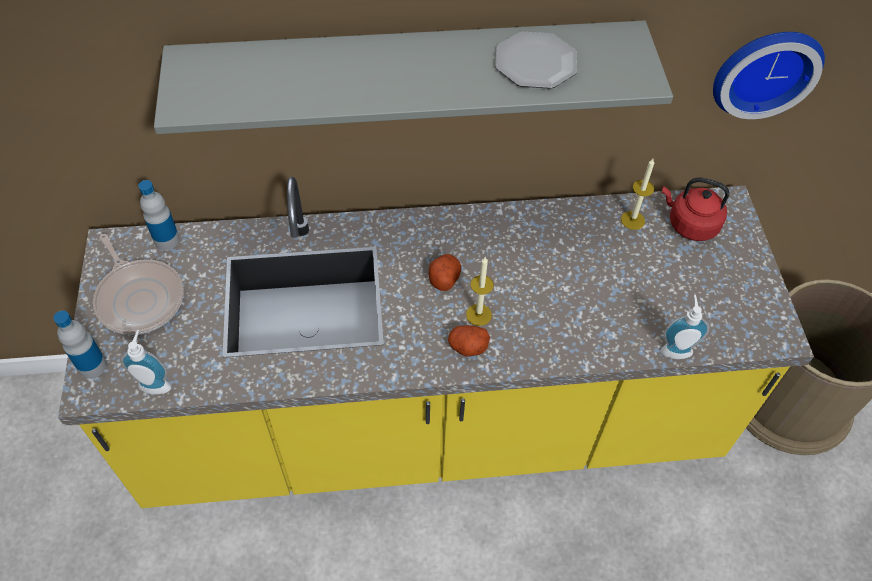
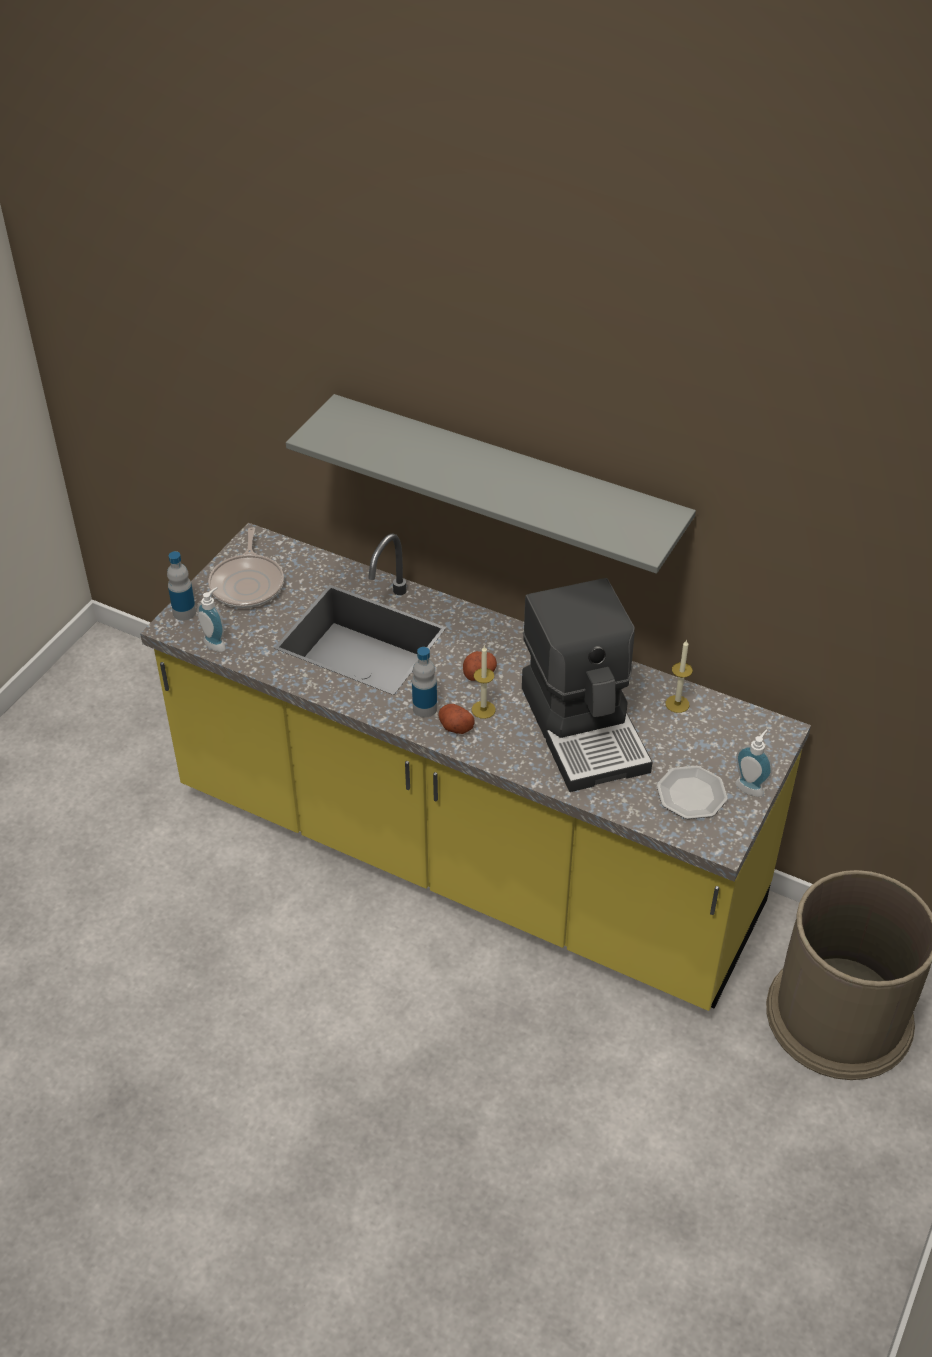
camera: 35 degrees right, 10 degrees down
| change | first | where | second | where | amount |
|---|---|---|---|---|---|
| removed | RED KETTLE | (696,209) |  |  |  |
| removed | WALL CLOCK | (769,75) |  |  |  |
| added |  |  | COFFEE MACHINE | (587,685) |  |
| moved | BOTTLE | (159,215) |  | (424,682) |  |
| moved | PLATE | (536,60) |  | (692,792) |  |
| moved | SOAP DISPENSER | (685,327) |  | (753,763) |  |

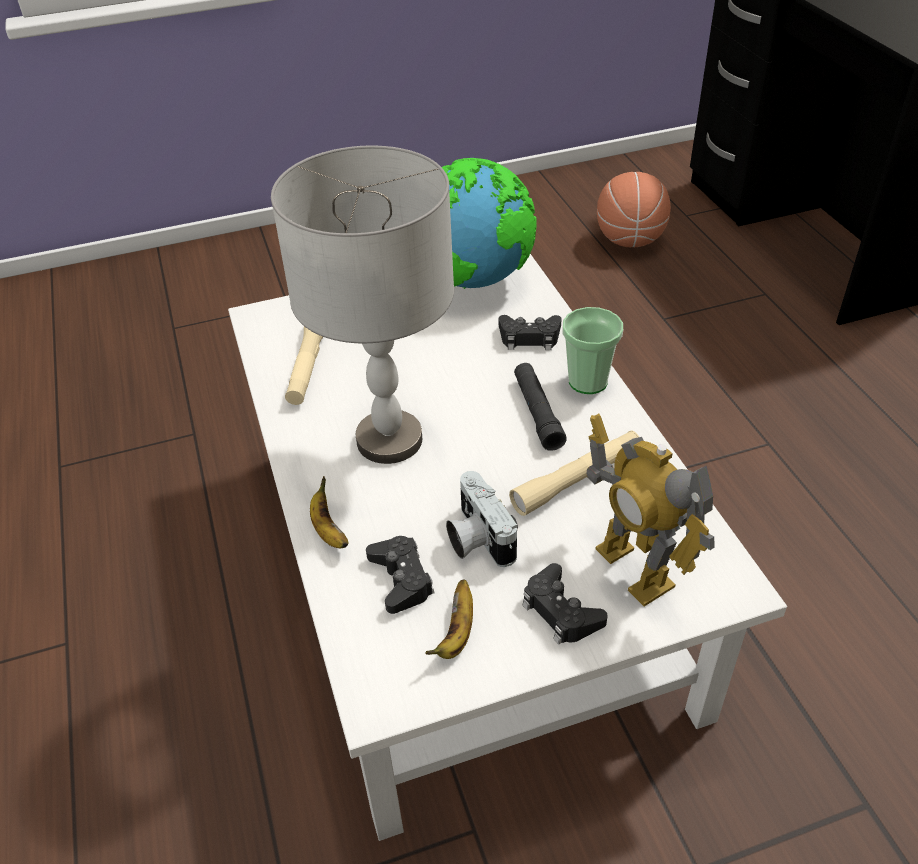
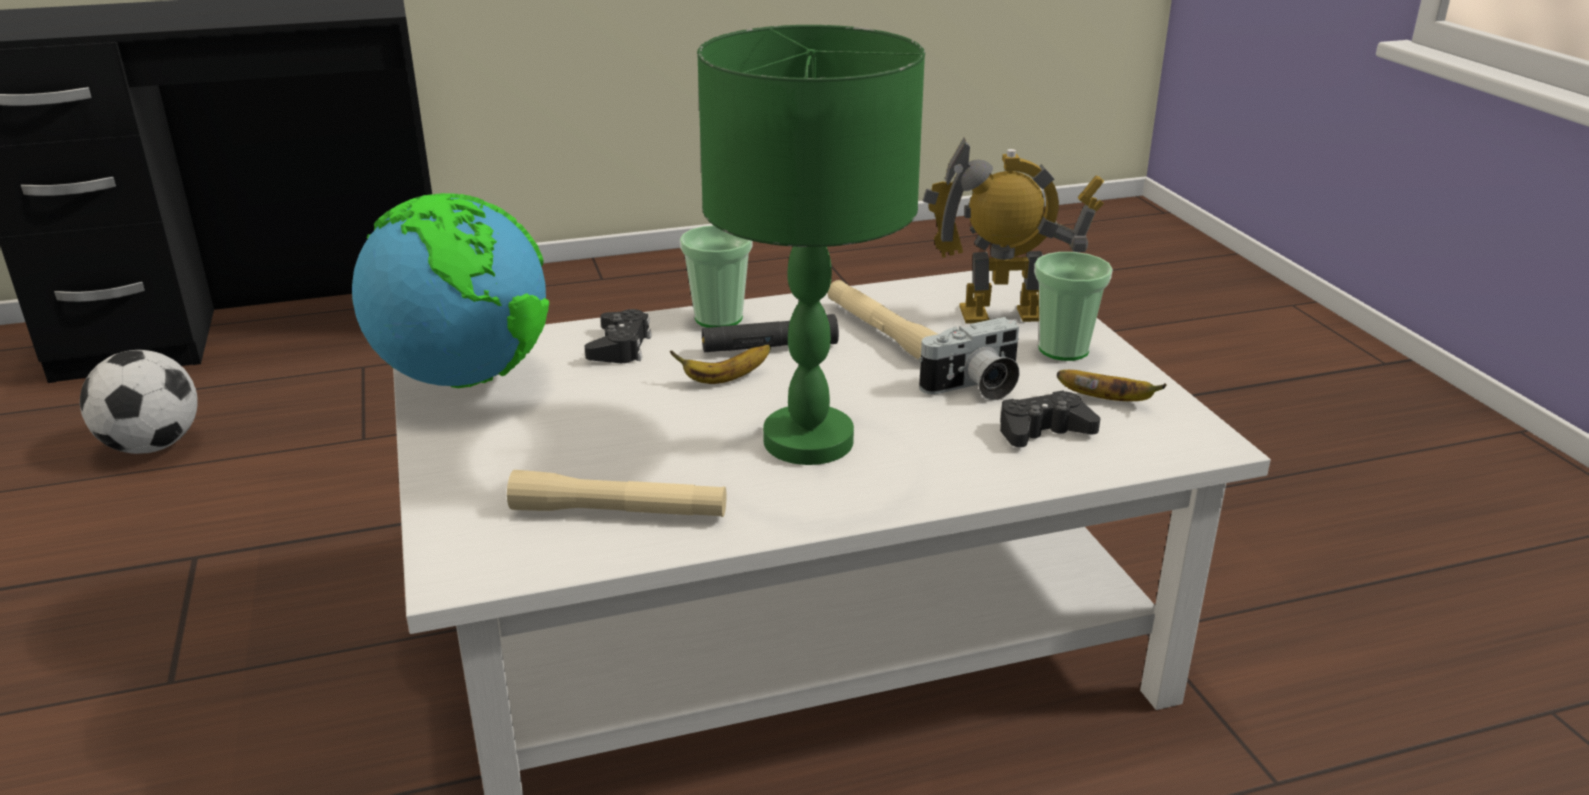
camera: 90 degrees left, 15 degrees down
| change | first | where | second | where | amount |
|---|---|---|---|---|---|
| moved | BANANA | (329,512) |  | (720,364) |  |
| replaced | BLACK GAME CONTROLLER | (565,603) | CUP | (1073,306) |  |
| replaced | BASKETBALL | (634,209) | FOOTBALL | (139,402) |  |
| recoloured | GREY TABLE LAMP | (362,305) | GREEN TABLE LAMP | (811,245) |  |
| turned | TOY ROBOT | (651,510) |  | (1013,230) | 150 degrees counterclockwise |

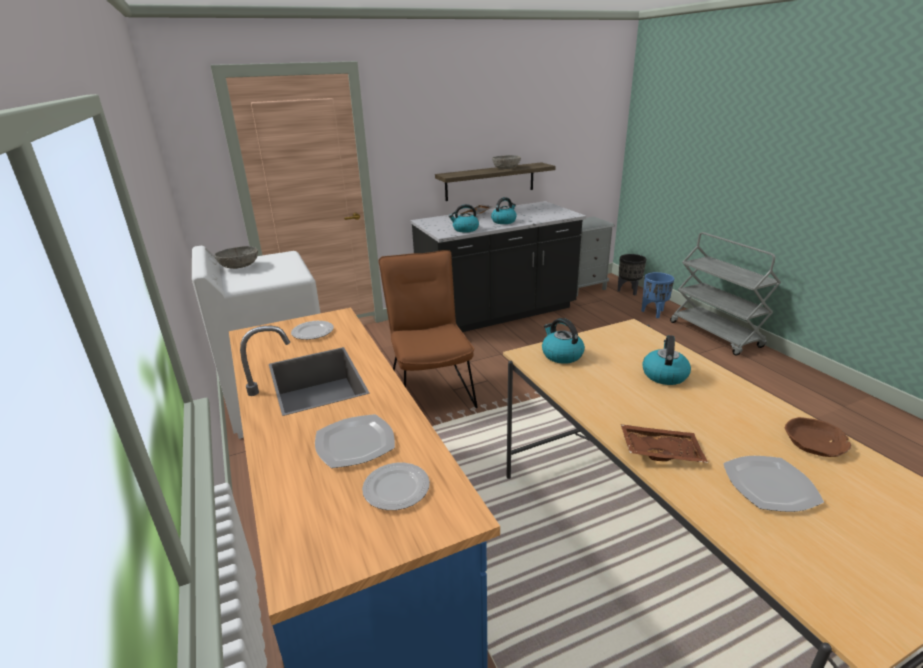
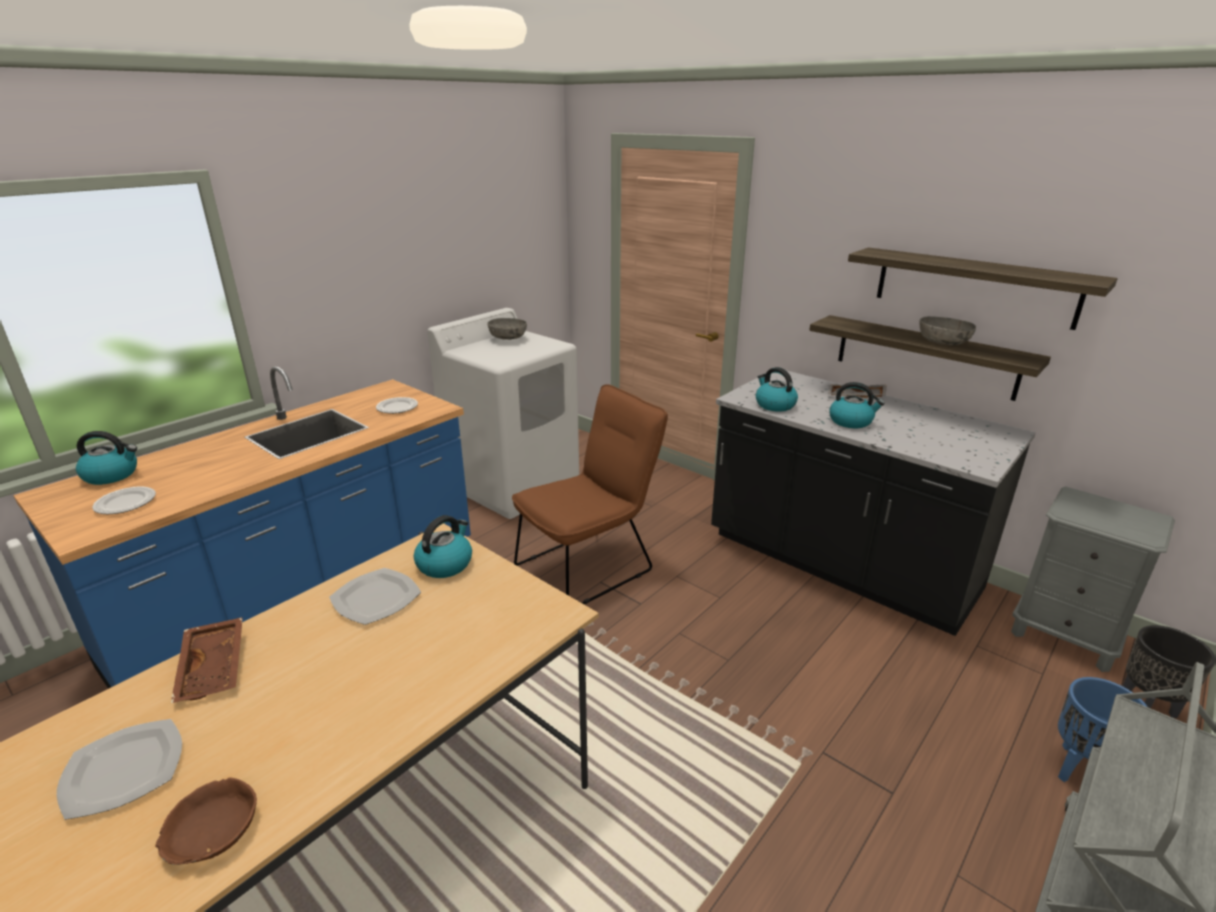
camera: 65 degrees right, 0 degrees up
| change | first | where | second | where | amount |
|---|---|---|---|---|---|
| added |  |  | SHELF | (983,288) |  |
| moved | PLATE | (355,441) |  | (375,596) |  |
| moved | KETTLE | (666,360) |  | (106,458) |  |

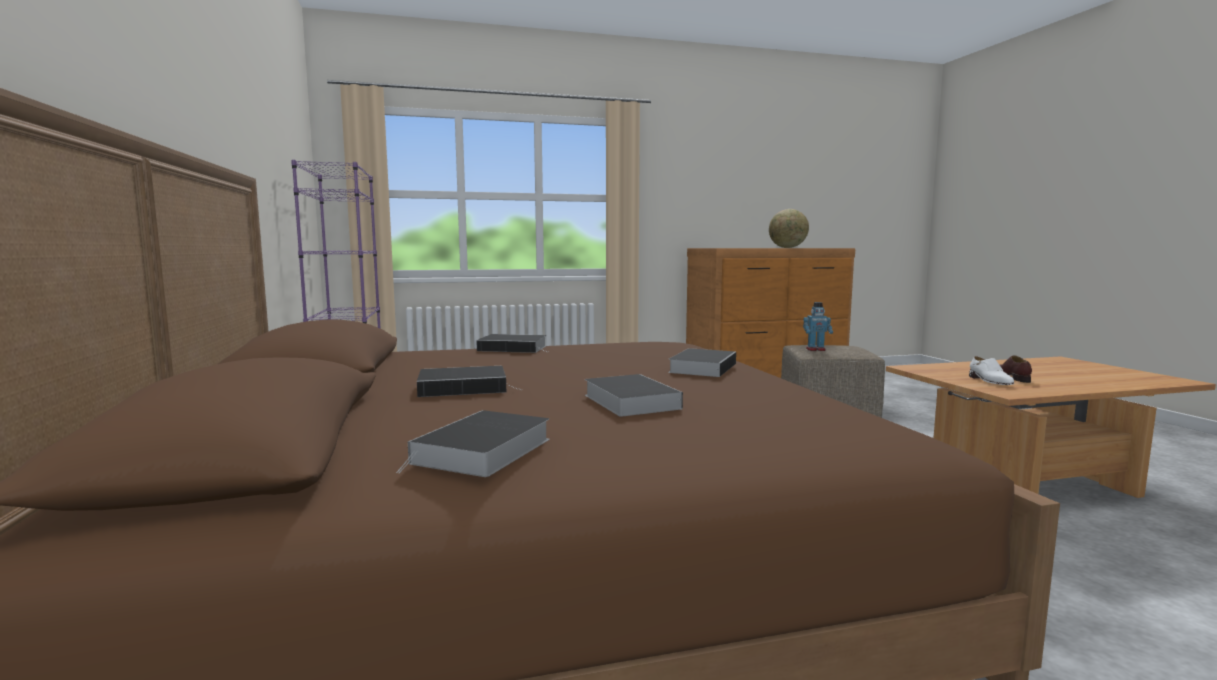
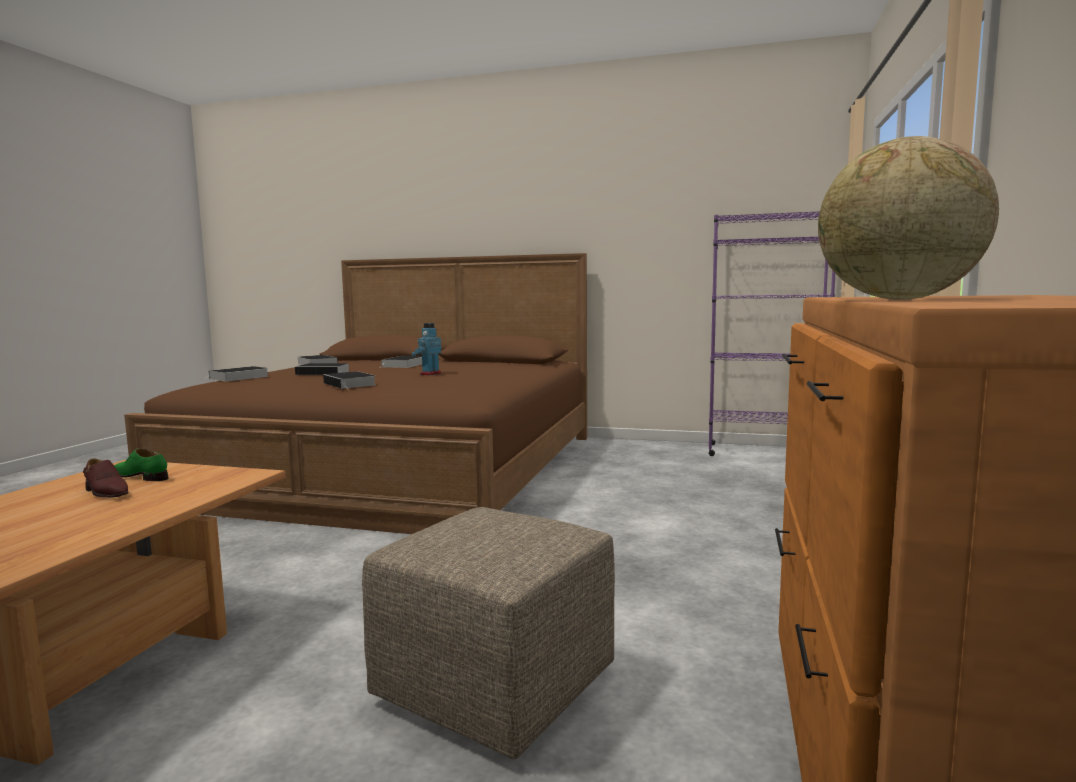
camera: 120 degrees right, 0 degrees up
| change | first | where | second | where | amount |
|---|---|---|---|---|---|
| moved | BOOK | (512,343) |  | (235,374) |  |
| moved | TOY ROBOT | (818,326) |  | (427,349) |  |
| recoloured | WHITE SHOE | (991,370) | GREEN SHOE | (141,464) |  |

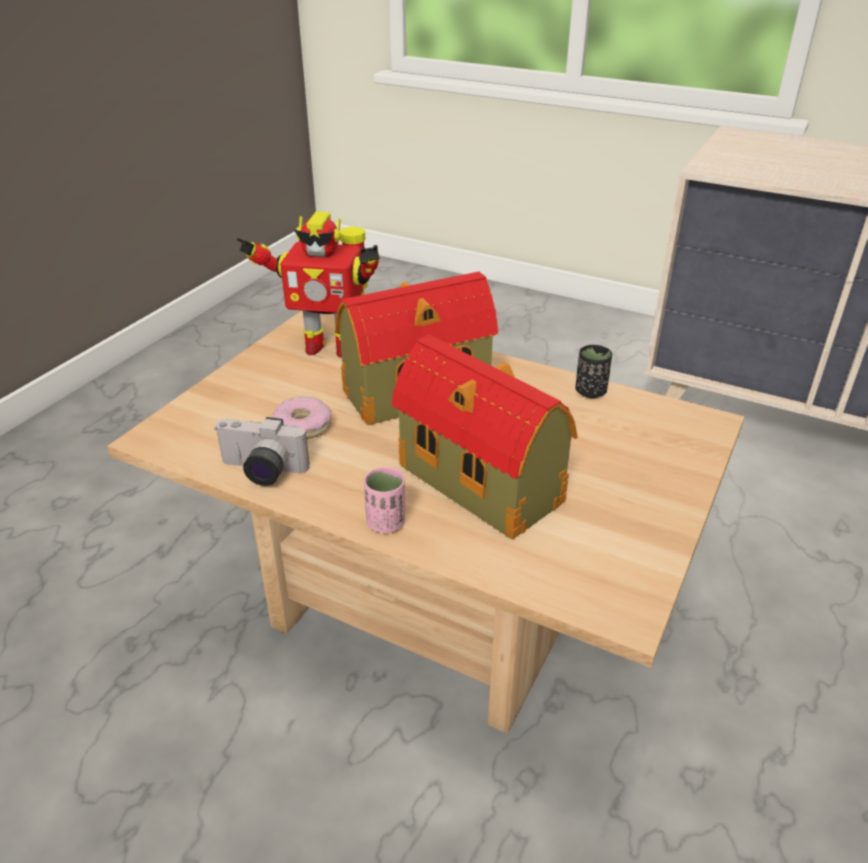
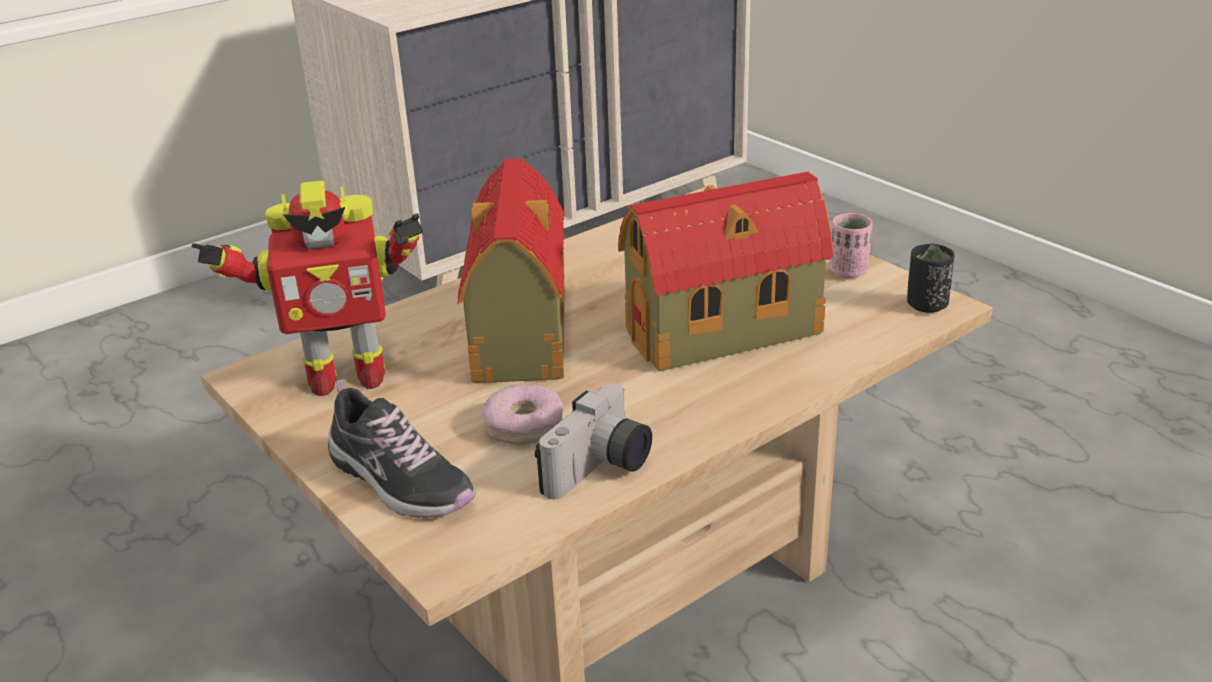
camera: 65 degrees left, 5 degrees down
| change | first | where | second | where | amount |
|---|---|---|---|---|---|
| added |  |  | SHOE | (402,449) |  |
| moved | PINK CUP | (384,500) |  | (851,246) |  |
| moved | BLACK CUP | (593,371) |  | (930,278) |  |
| turned | TOY ROBOT | (308,284) |  | (308,288) | 45 degrees clockwise |

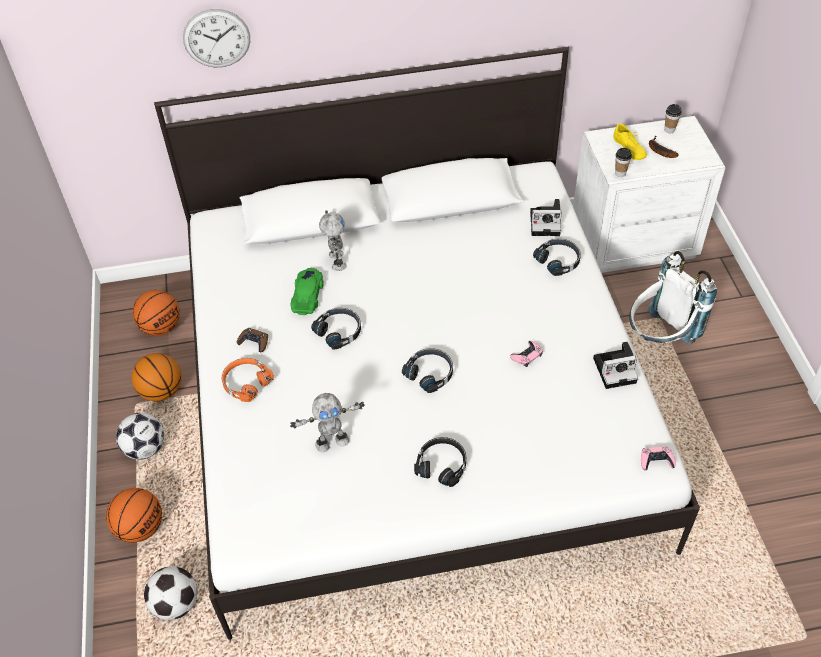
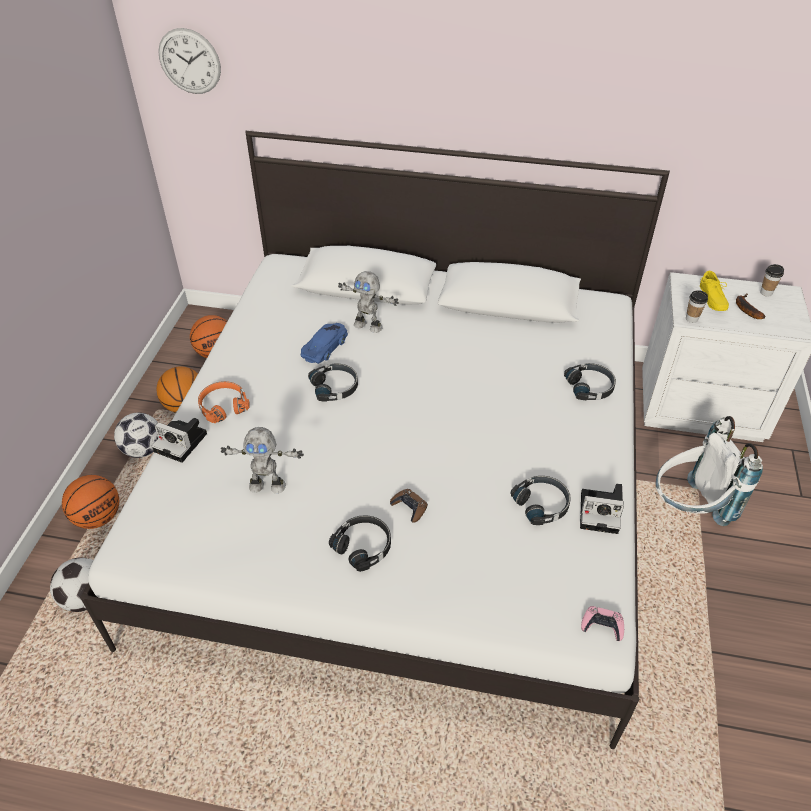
camera: 20 degrees right, 5 degrees down
| change | first | where | second | where | amount |
|---|---|---|---|---|---|
| removed | PINK GAME CONTROLLER | (526,354) |  |  |  |
| moved | WALL CLOCK | (216,38) |  | (189,61) |  |
| moved | BROWN GAME CONTROLLER | (252,340) |  | (409,506) |  |
| moved | BLACK HEADPHONES | (427,370) |  | (540,500) |  |
| moved | PHOTO CAMERA | (546,217) |  | (179,440) |  |
| recoloured | GREEN TOY CAR | (307,291) | BLUE TOY CAR | (324,343) |  |
| turned | TOY ROBOT | (333,240) |  | (368,302) | 105 degrees clockwise |

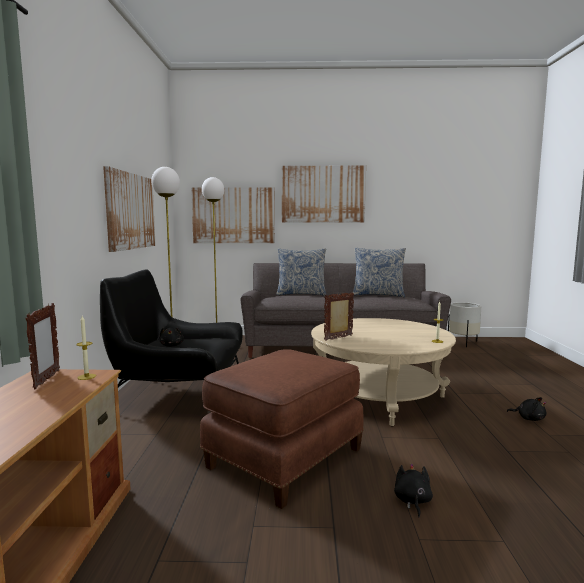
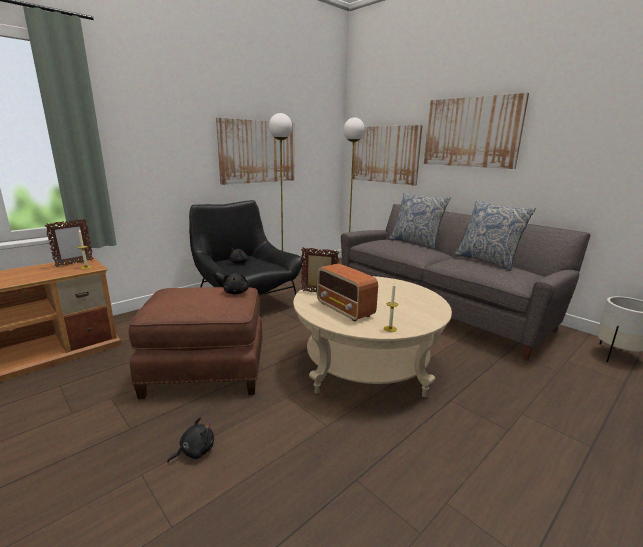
camera: 45 degrees right, 10 degrees up
| change | first | where | second | where | amount |
|---|---|---|---|---|---|
| added |  |  | RADIO | (347,292) |  |
| moved | BLACK PLUSH TOY | (527,409) |  | (236,283) |  |

